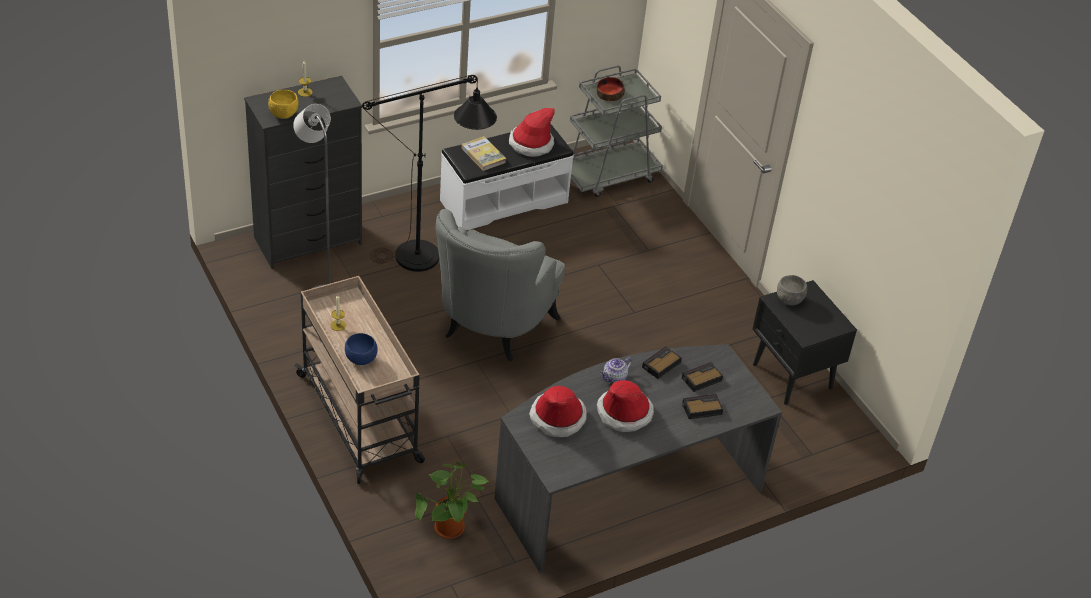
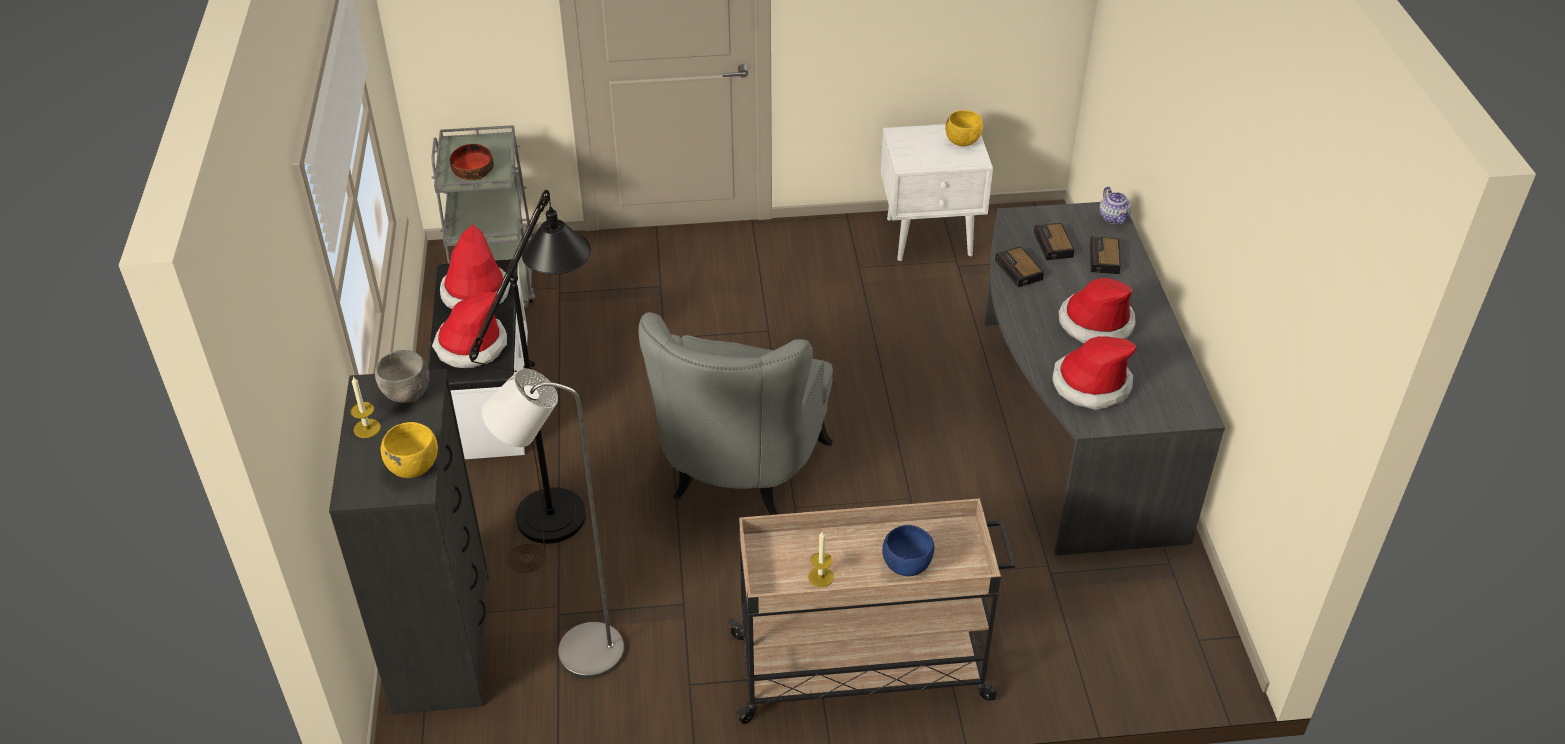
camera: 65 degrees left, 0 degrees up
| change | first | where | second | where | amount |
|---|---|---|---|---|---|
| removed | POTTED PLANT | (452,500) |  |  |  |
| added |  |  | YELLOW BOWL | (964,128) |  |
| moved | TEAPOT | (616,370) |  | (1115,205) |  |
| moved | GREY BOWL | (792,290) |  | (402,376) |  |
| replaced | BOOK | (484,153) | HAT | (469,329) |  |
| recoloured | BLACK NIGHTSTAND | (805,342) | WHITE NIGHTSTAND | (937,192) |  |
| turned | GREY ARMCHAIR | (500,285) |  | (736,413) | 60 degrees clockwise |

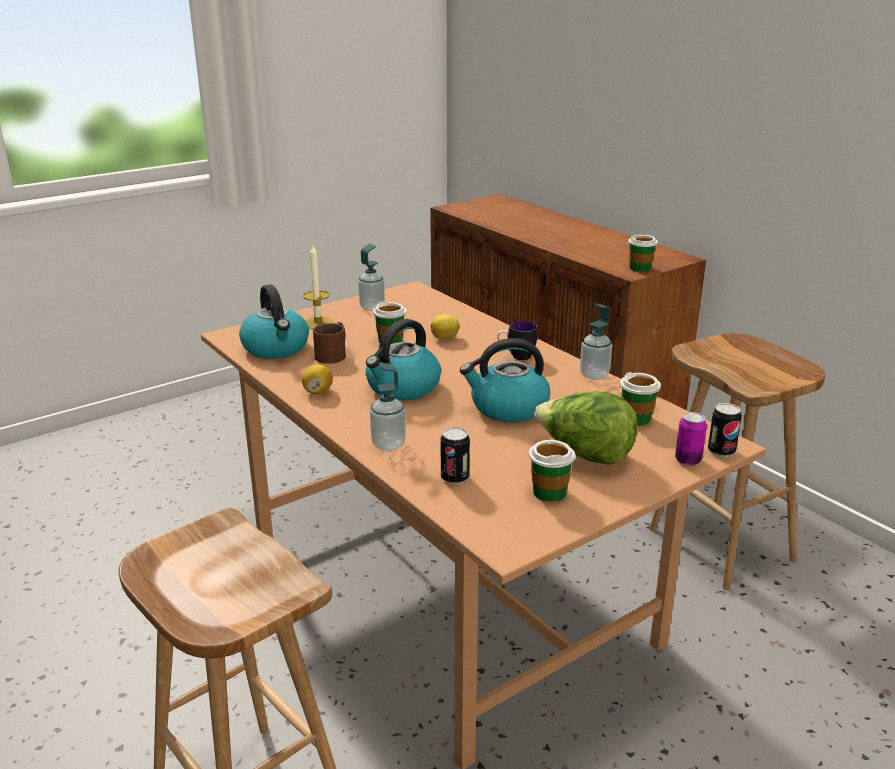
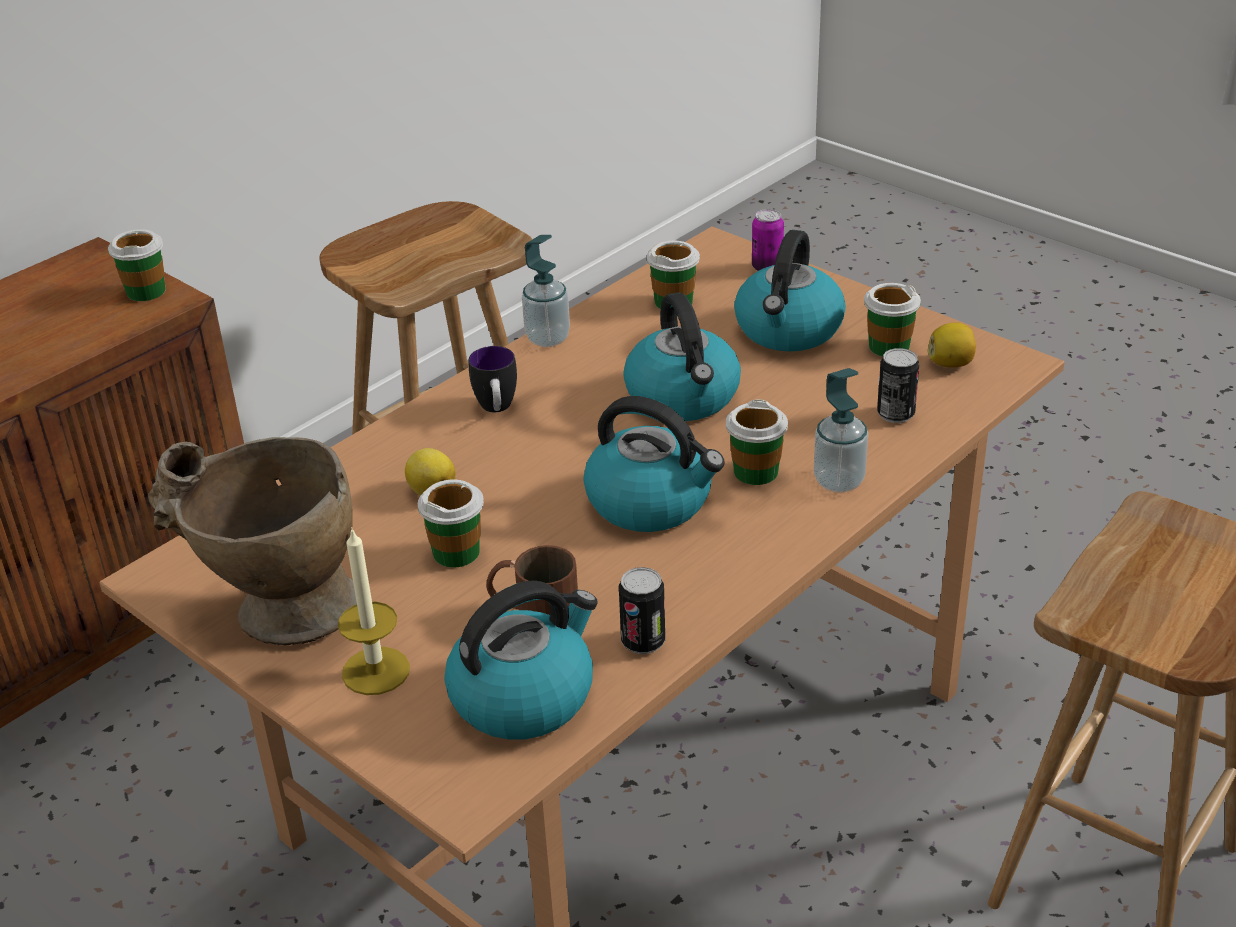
camera: 100 degrees left, 10 degrees up
| change | first | where | second | where | amount |
|---|---|---|---|---|---|
| added |  |  | CUP | (757,442) |  |
| moved | LEMON | (317,380) |  | (951,345) |  |
| moved | CAN | (725,430) |  | (642,610) |  |
| replaced | SOAP DISPENSER | (371,277) | BEIGE VASE | (252,541) |  |
| replaced | LETTUCE | (585,428) | KETTLE | (790,291) |  |

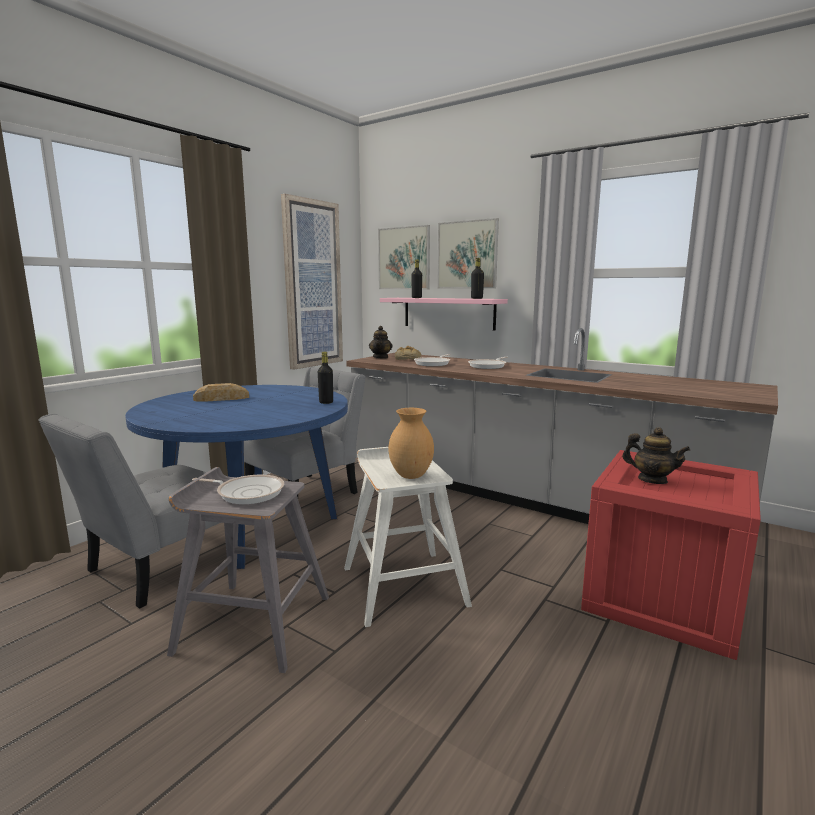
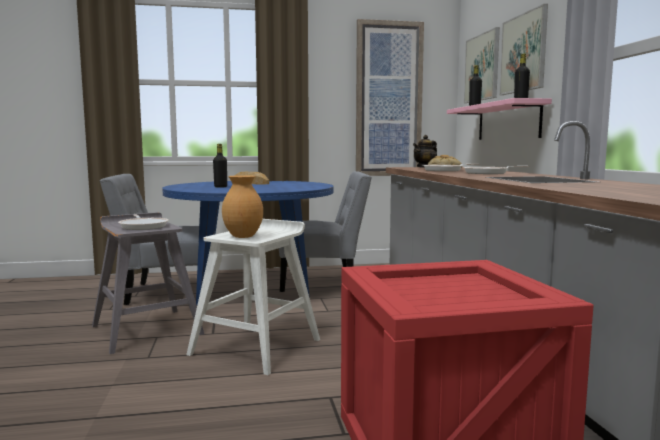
camera: 45 degrees right, 5 degrees down
| change | first | where | second | where | amount |
|---|---|---|---|---|---|
| removed | TEAPOT | (656,455) |  |  |  |
| moved | BLACK BOTTLE | (325,378) |  | (220,166) |  |

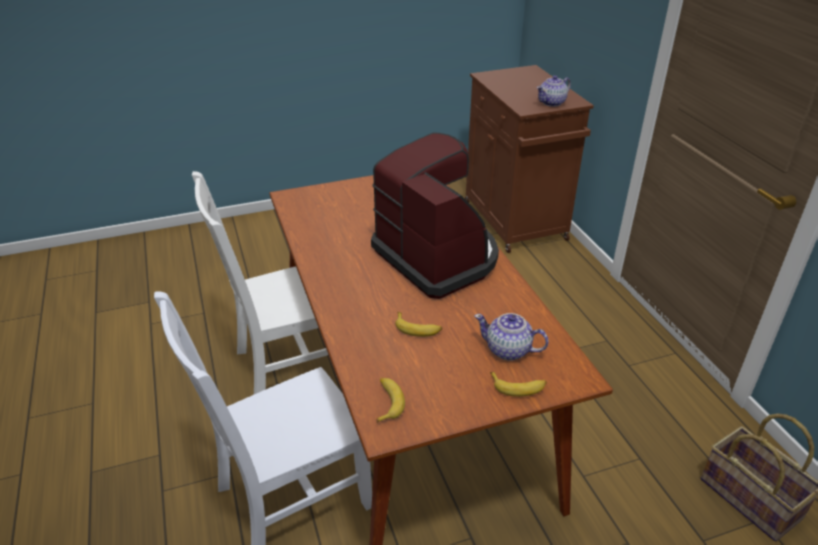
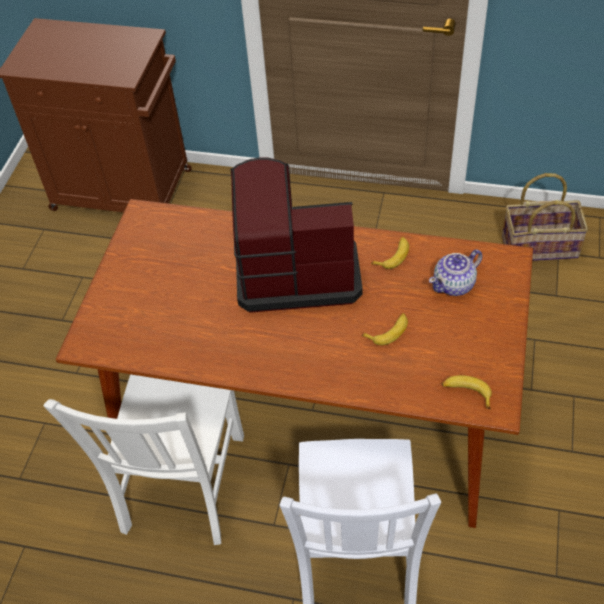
camera: 55 degrees left, 15 degrees up
| change | first | where | second | where | amount |
|---|---|---|---|---|---|
| removed | TEAPOT | (554,91) |  |  |  |
| moved | BANANA | (518,384) |  | (390,253) |  |

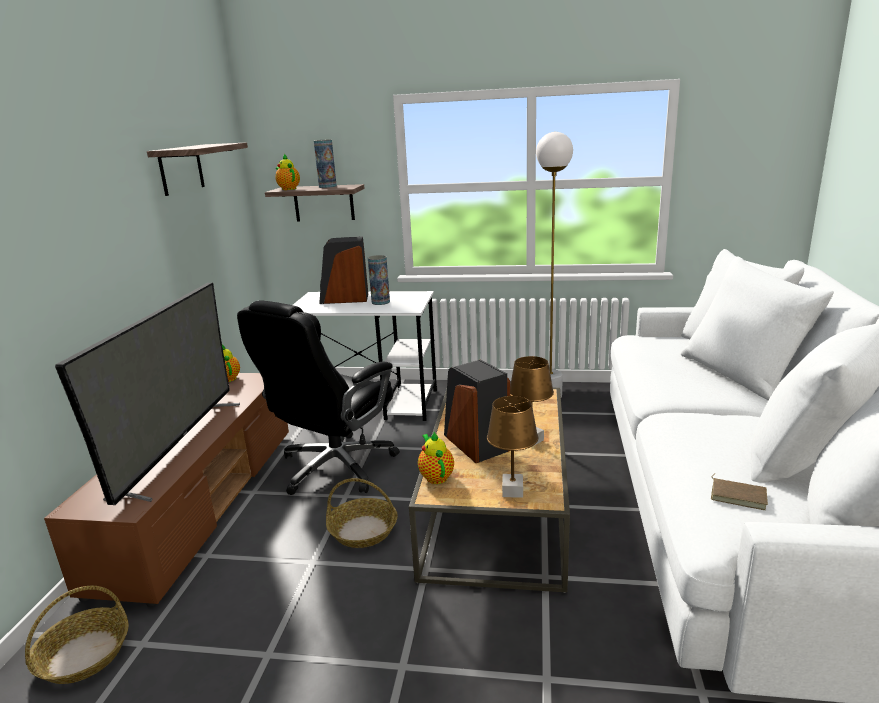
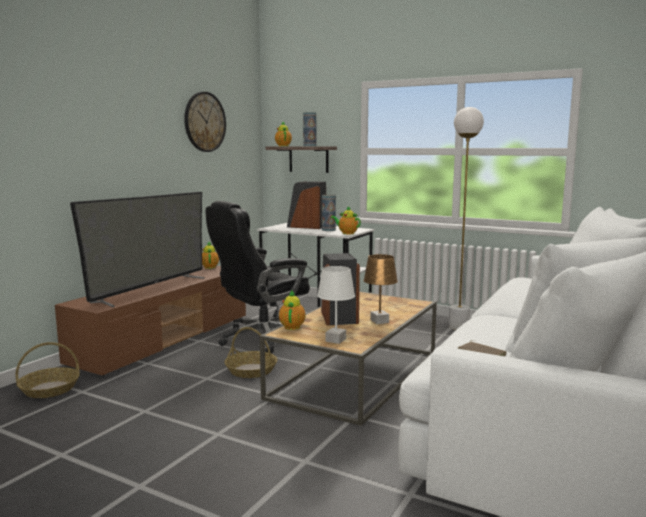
camera: 20 degrees right, 10 degrees down
| change | first | where | second | where | amount |
|---|---|---|---|---|---|
| added |  |  | TEAPOT | (346,220) |  |
| replaced | SHELF | (197,169) | WALL CLOCK | (205,122) |  |
| recoloured | BROWN TABLE LAMP | (512,447) | WHITE TABLE LAMP | (336,305) |  |

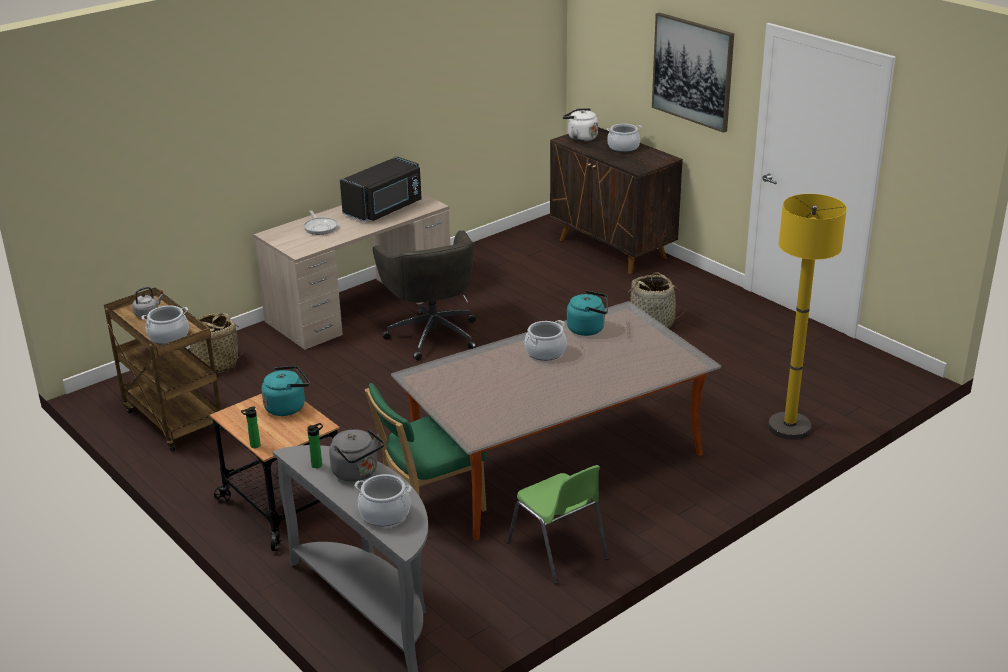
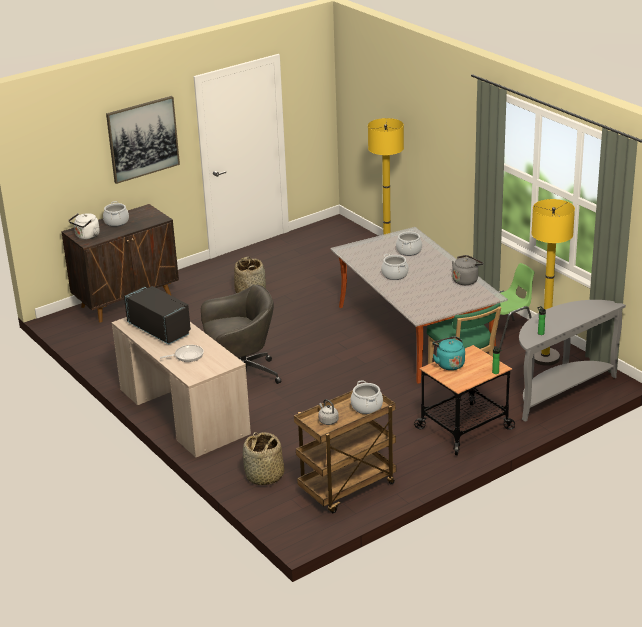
camera: 85 degrees left, 0 degrees up
| change | first | where | second | where | amount |
|---|---|---|---|---|---|
| removed | TURQUOISE KETTLE | (587,313) |  |  |  |
| added |  |  | YELLOW FLOOR LAMP | (553,282) |  |
| moved | GREY KETTLE | (356,455) |  | (467,270) |  |
| moved | COOKING POT | (383,500) |  | (409,243) |  |

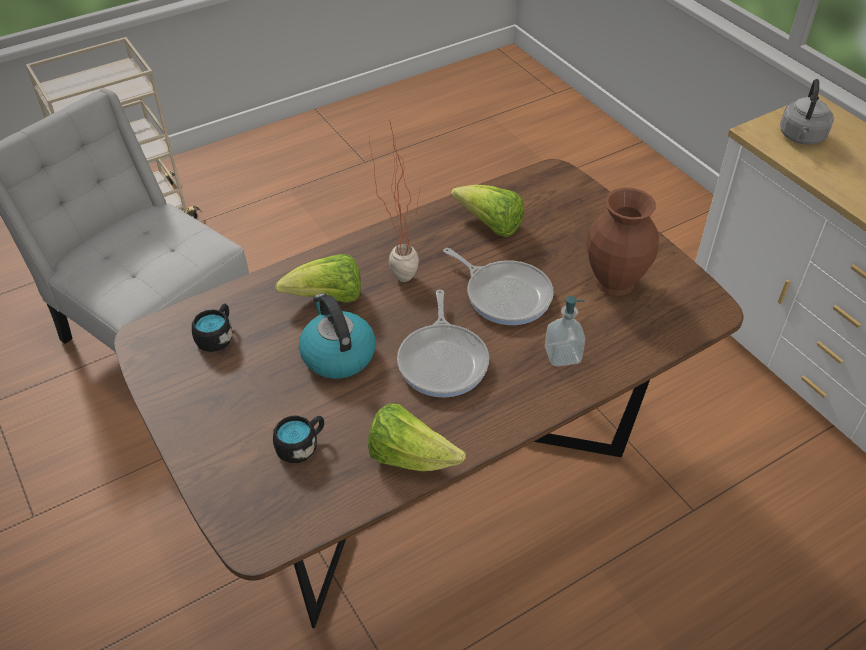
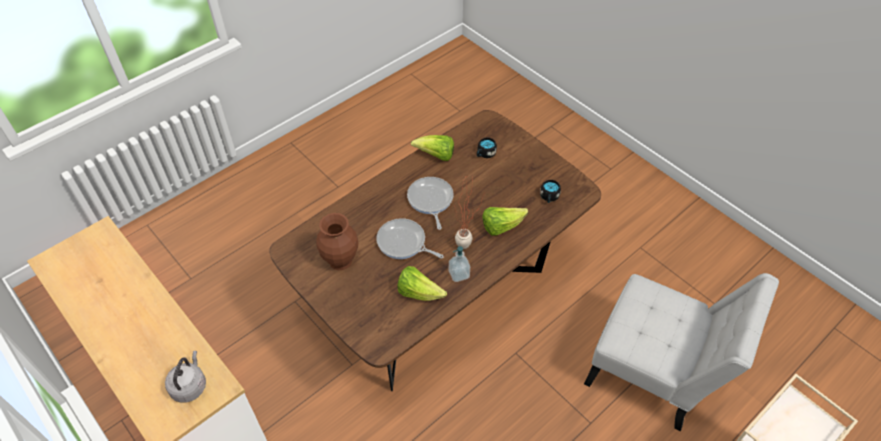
camera: 170 degrees right, 5 degrees up
| change | first | where | second | where | amount |
|---|---|---|---|---|---|
| removed | KETTLE | (337,336) |  |  |  |
| moved | SOAP DISPENSER | (565,331) |  | (459,264) |  |

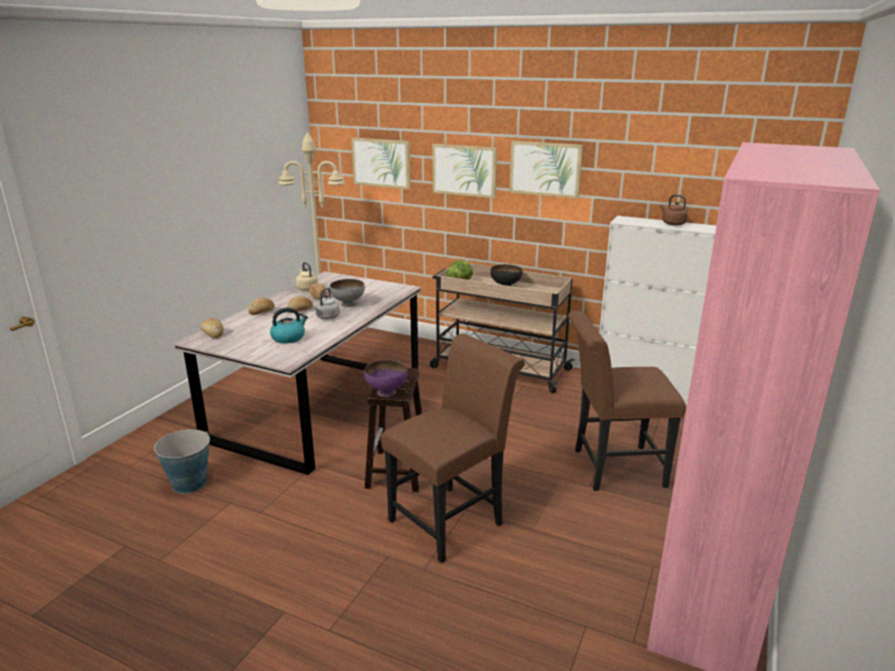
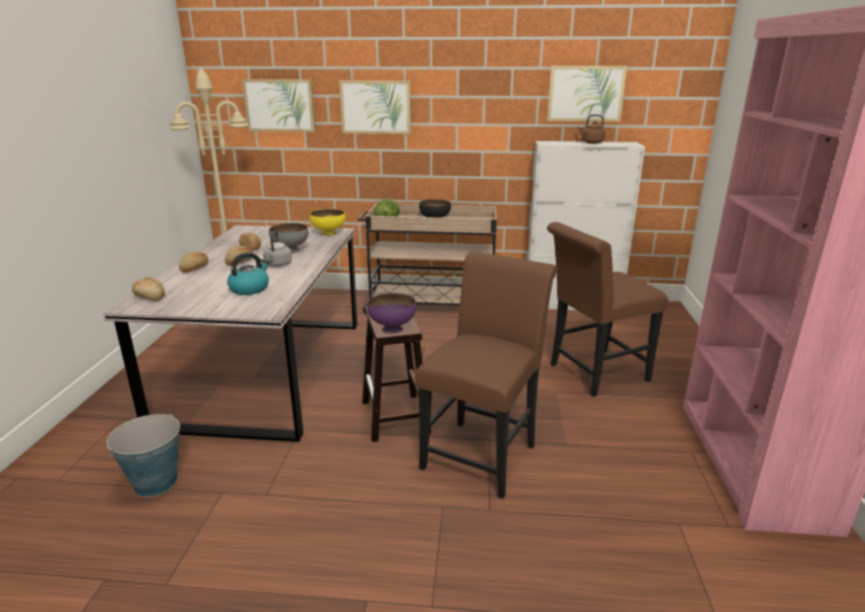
camera: 20 degrees left, 0 degrees up
| change | first | where | second | where | amount |
|---|---|---|---|---|---|
| removed | BEIGE KETTLE | (307,276) |  |  |  |
| added |  |  | YELLOW BOWL | (327,222) |  |
| moved | PICTURE | (546,170) |  | (587,94) |  |

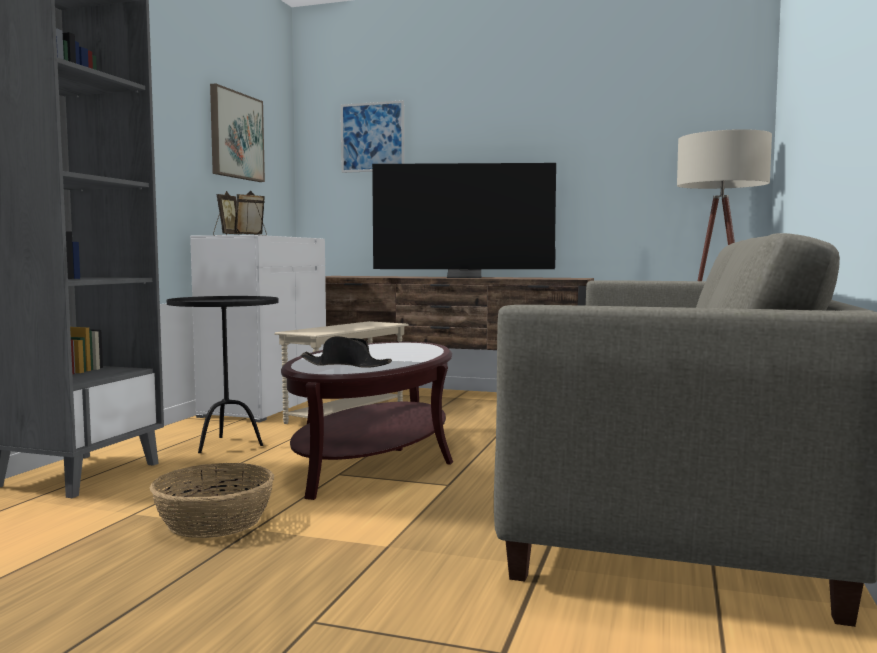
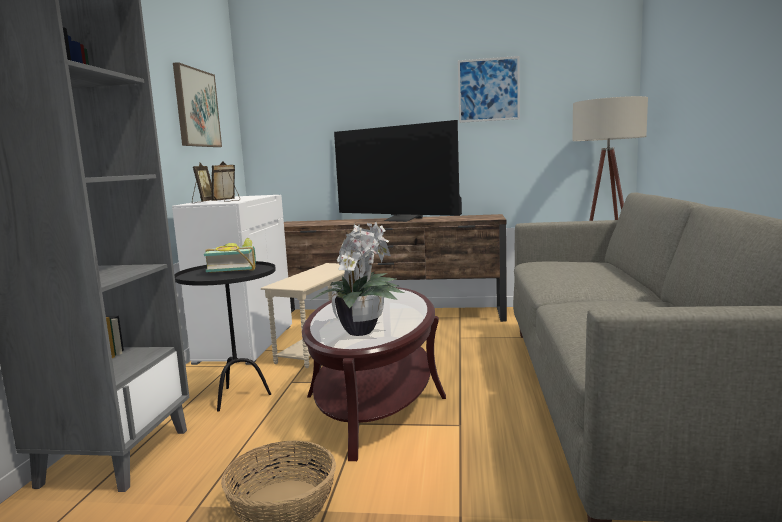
camera: 10 degrees left, 5 degrees up
| change | first | where | second | where | amount |
|---|---|---|---|---|---|
| added |  |  | BOOK | (230,255) |  |
| moved | PICTURE | (372,136) |  | (489,89) |  |
| replaced | BLACK HAT | (346,352) | POTTED PLANT | (357,278) |  |
| turned | TELEVISION | (464,220) |  | (398,171) | 45 degrees clockwise |

